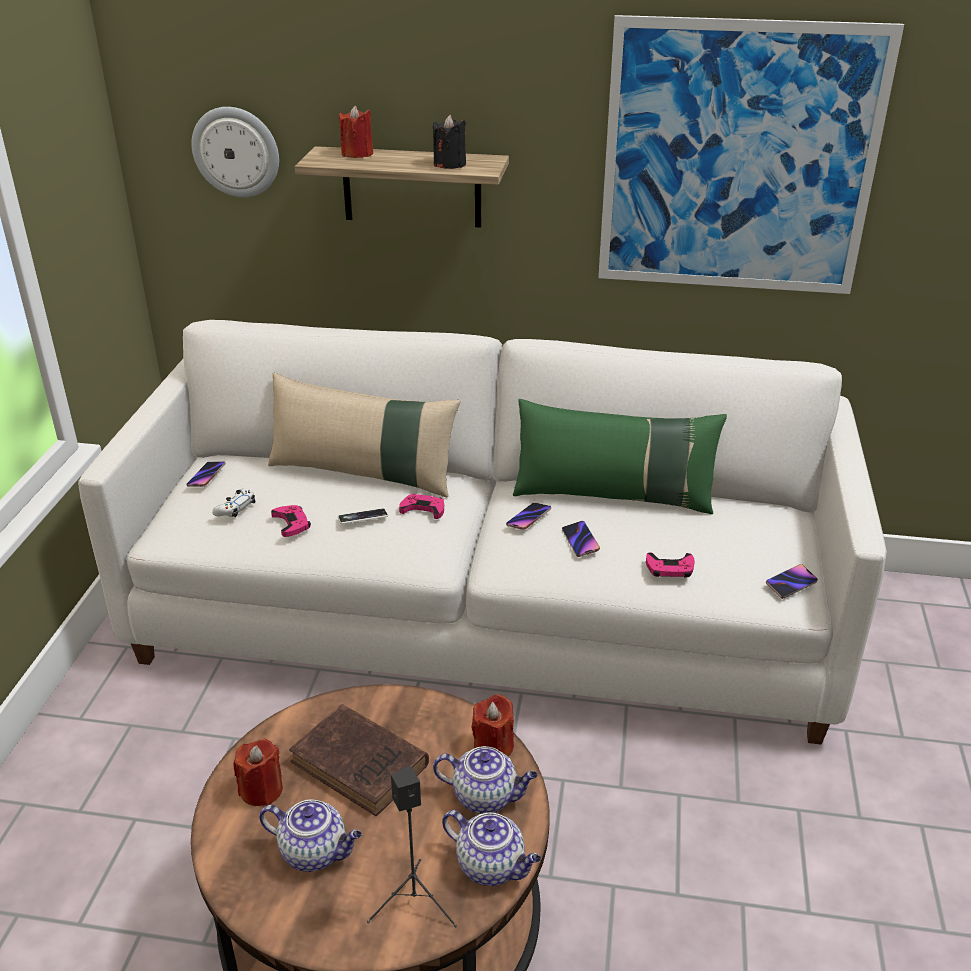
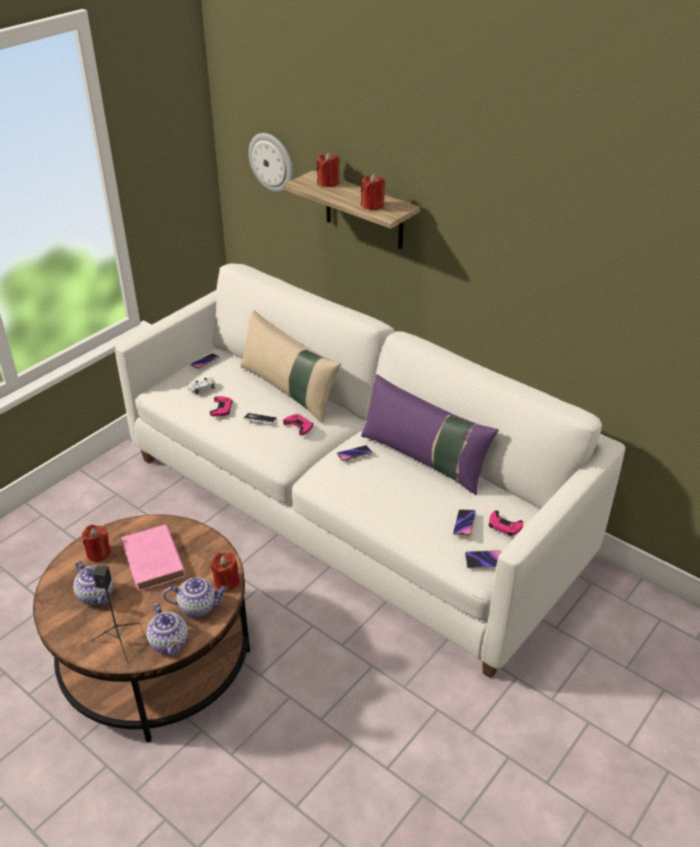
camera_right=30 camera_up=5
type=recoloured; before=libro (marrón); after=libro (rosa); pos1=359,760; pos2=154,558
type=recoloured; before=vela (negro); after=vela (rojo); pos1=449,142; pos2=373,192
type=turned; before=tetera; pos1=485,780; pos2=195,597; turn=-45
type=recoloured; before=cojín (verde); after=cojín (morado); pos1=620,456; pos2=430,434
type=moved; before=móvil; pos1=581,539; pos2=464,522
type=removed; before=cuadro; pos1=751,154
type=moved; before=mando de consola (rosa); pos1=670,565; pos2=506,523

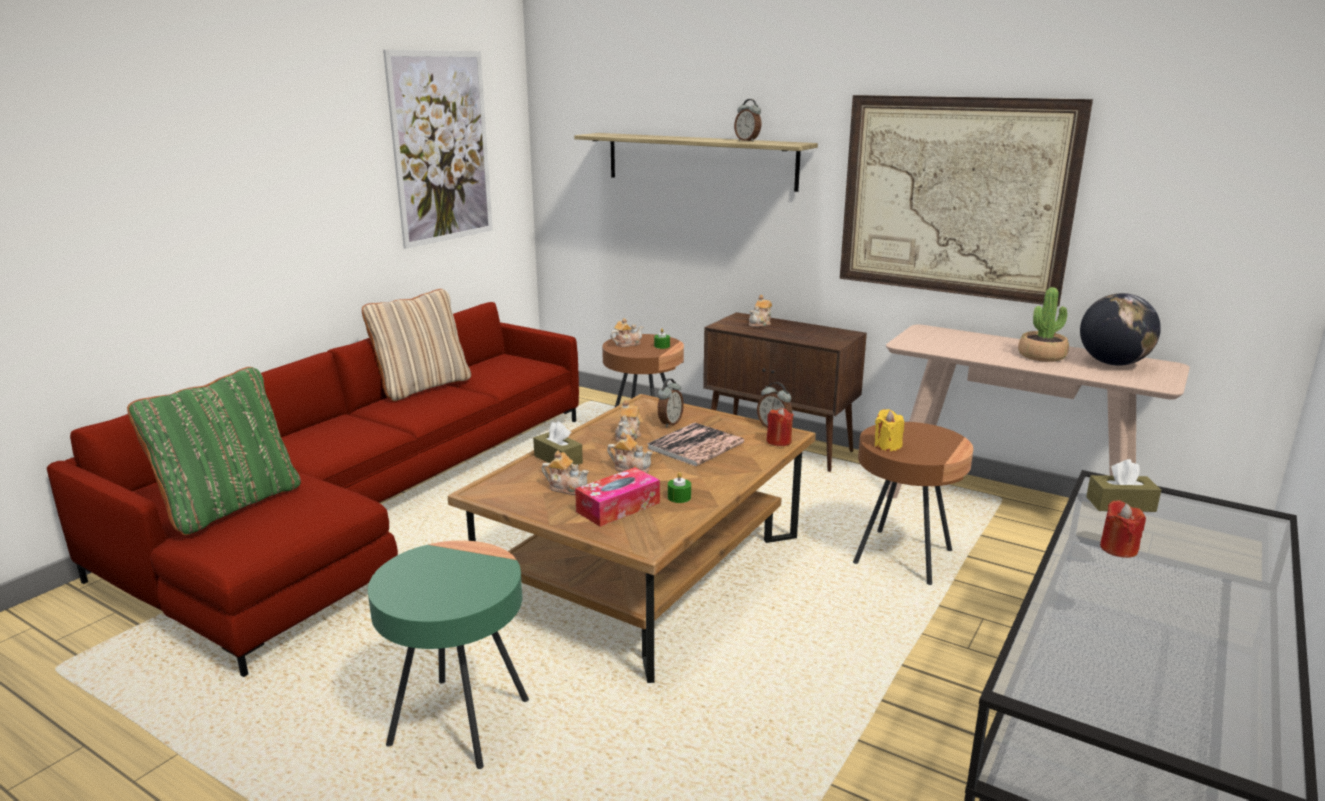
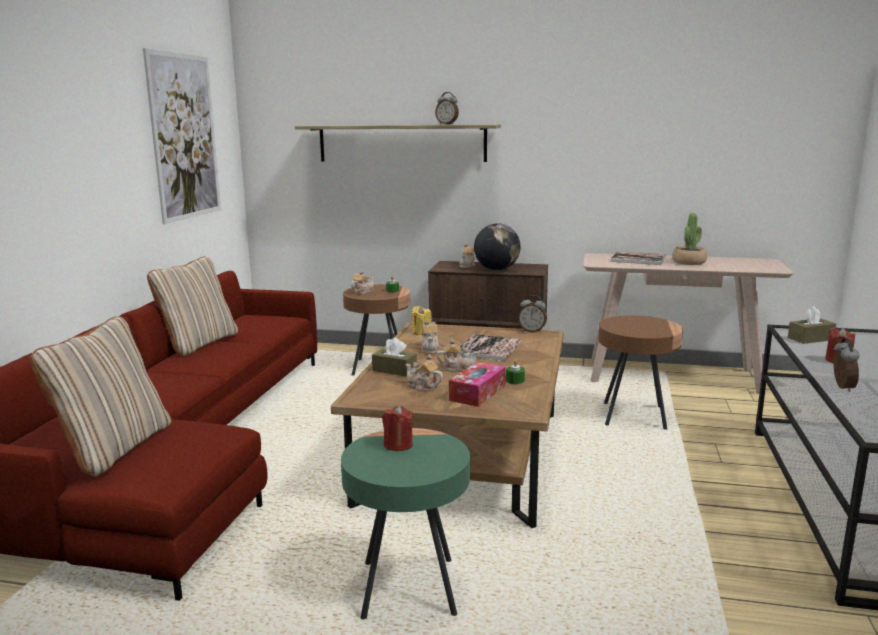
camera_right=-20 camera_up=-5
type=recoloured; before=cojín (verde); after=cojín (beis); pos1=214,451; pos2=100,397
type=turned; before=tetera; pos1=565,472; pos2=424,372; turn=-150
type=moved; before=despertador; pos1=670,403; pos2=847,365
type=moved; before=vela (rojo); pos1=780,427; pos2=397,428
type=removed; before=cuadro; pos1=966,201
type=moved; before=vela (amarillo); pos1=889,430; pos2=421,320
type=moved; before=globo terráqueo; pos1=1120,329; pos2=497,246
type=added; after=libro; pos2=638,258

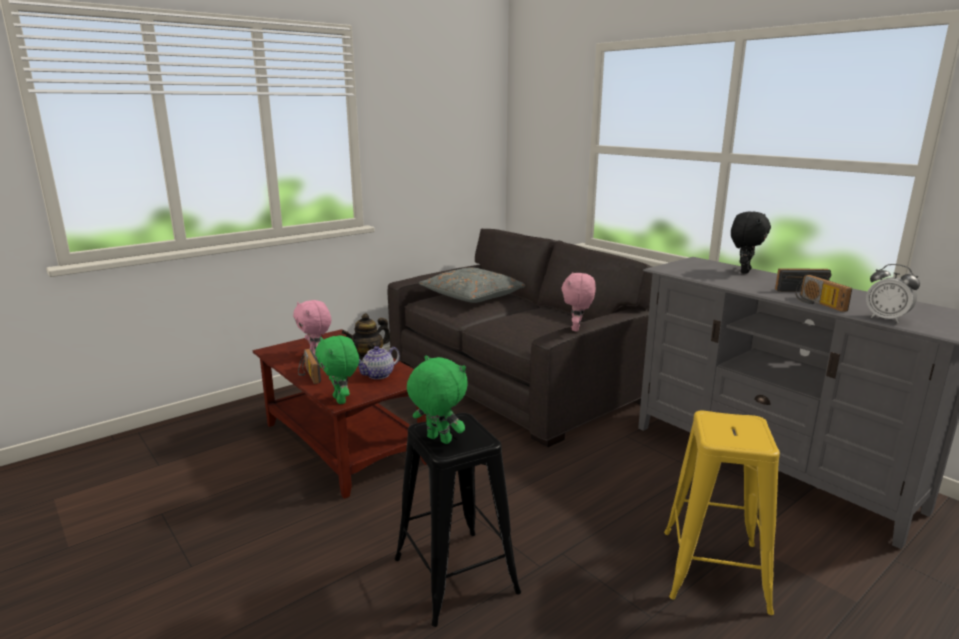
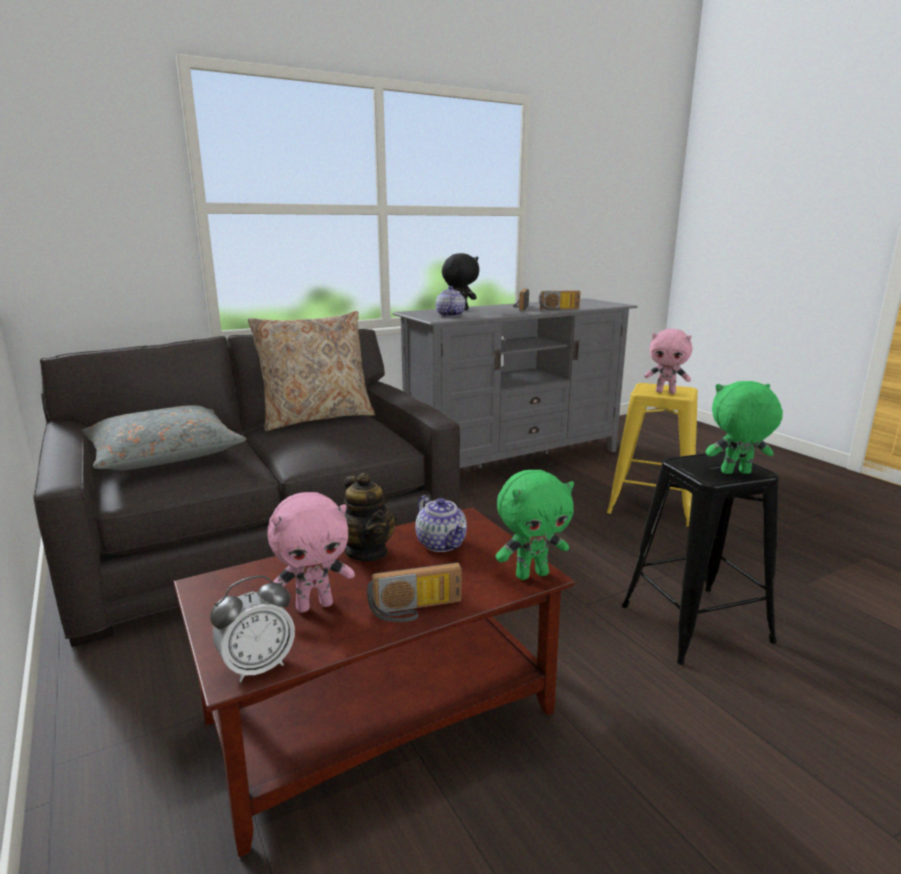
camera_right=-80 camera_up=0
type=turned; before=peluche (verde); pos1=437,399; pos2=744,427; turn=45
type=moved; before=peluche (rosa); pos1=578,301; pos2=668,361
type=moved; before=despertador; pos1=893,293; pos2=252,629
type=added; after=cojín (beis); pos2=311,371
type=added; after=tetera; pos2=450,301

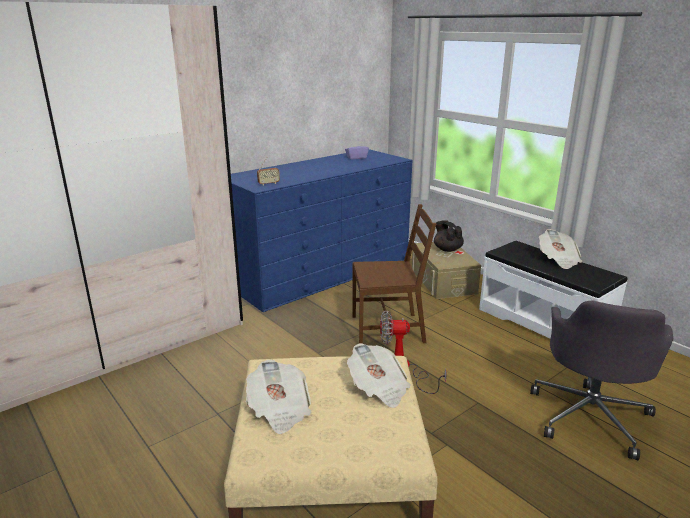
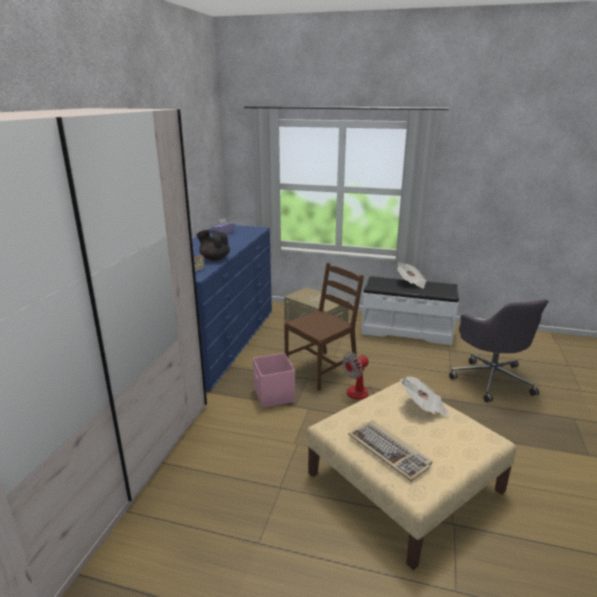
camera_right=-35 camera_up=0
type=replaced; before=periódico; after=teclado; pos1=279,396; pos2=390,451
type=moved; before=tetera (negro); pos1=449,236; pos2=213,245
type=added; after=caja de almacenaje (rosa); pos2=274,380

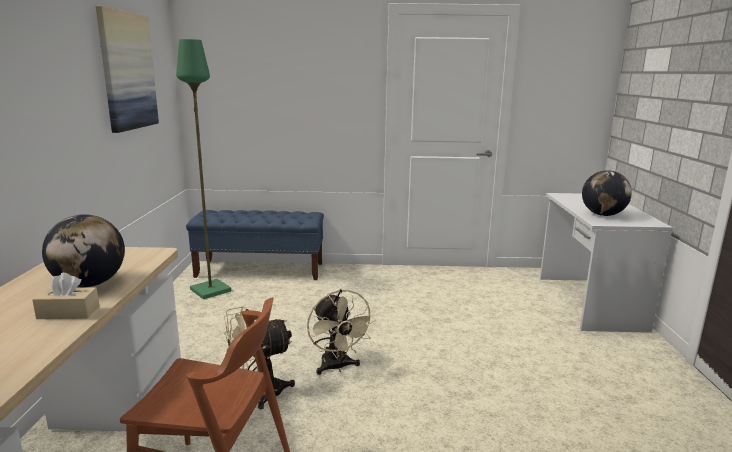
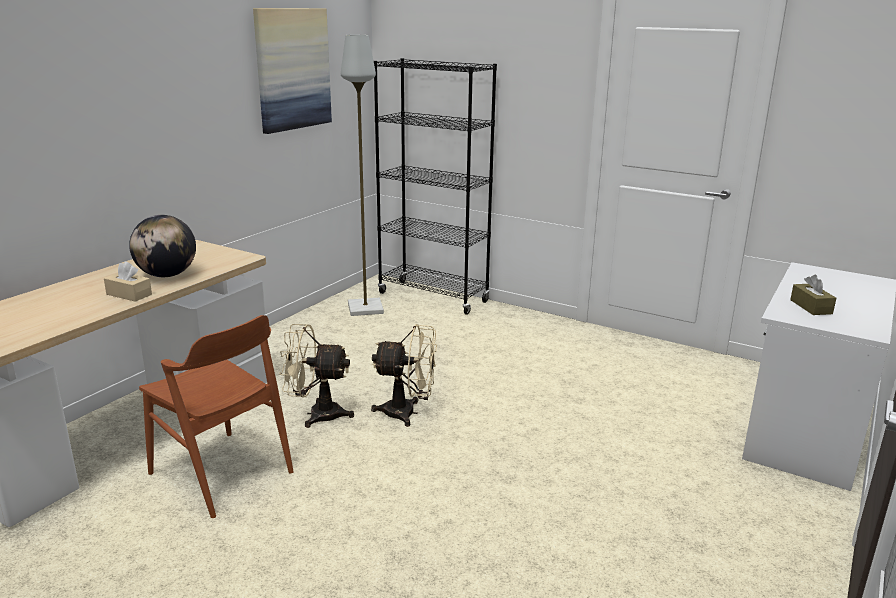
camera_right=30 camera_up=5
type=recoloured; before=lámpara de pie (verde); after=lámpara de pie (gris); pos1=203,169; pos2=362,175
type=replaced; before=banco (azul); after=estantería (negro); pos1=255,245; pos2=435,186
type=turned; before=ventilador (beis); pos1=341,332; pos2=404,375; turn=-90
type=replaced; before=globo terráqueo; after=caja de pañuelos (marrón); pos1=607,193; pos2=813,295

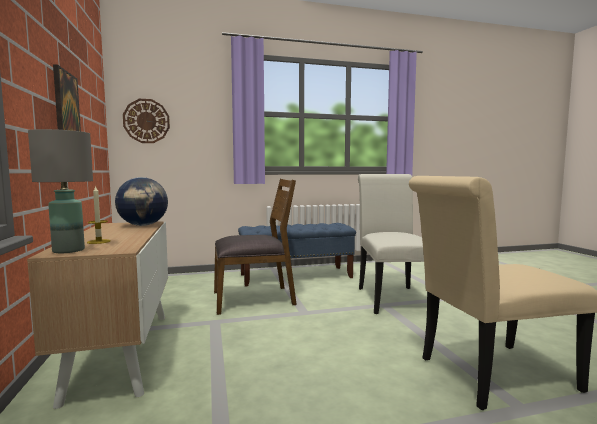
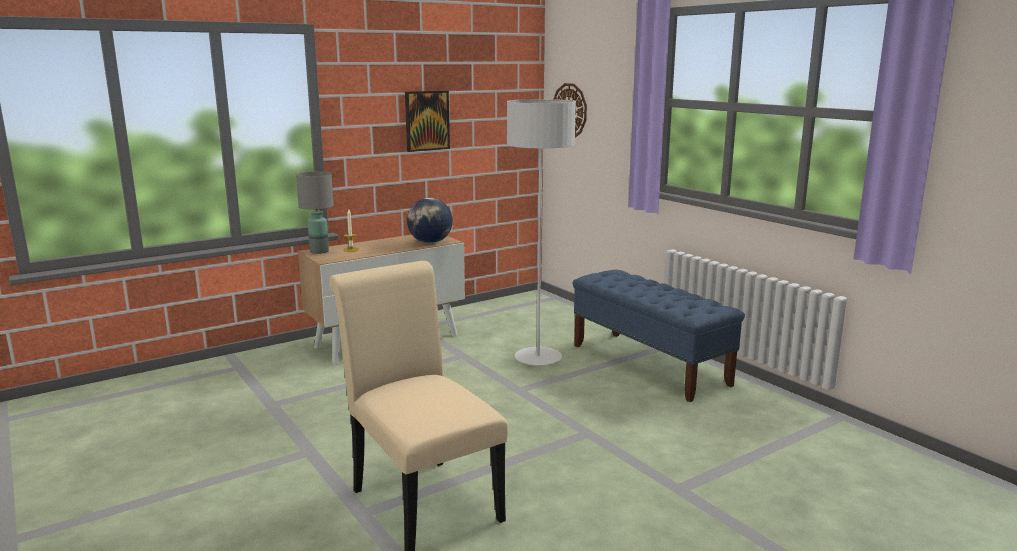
camera_right=70 camera_up=10
type=replaced; before=silla (marrón); after=lámpara de pie (gris); pos1=255,247; pos2=541,232
type=removed; before=silla (blanco); pos1=391,244

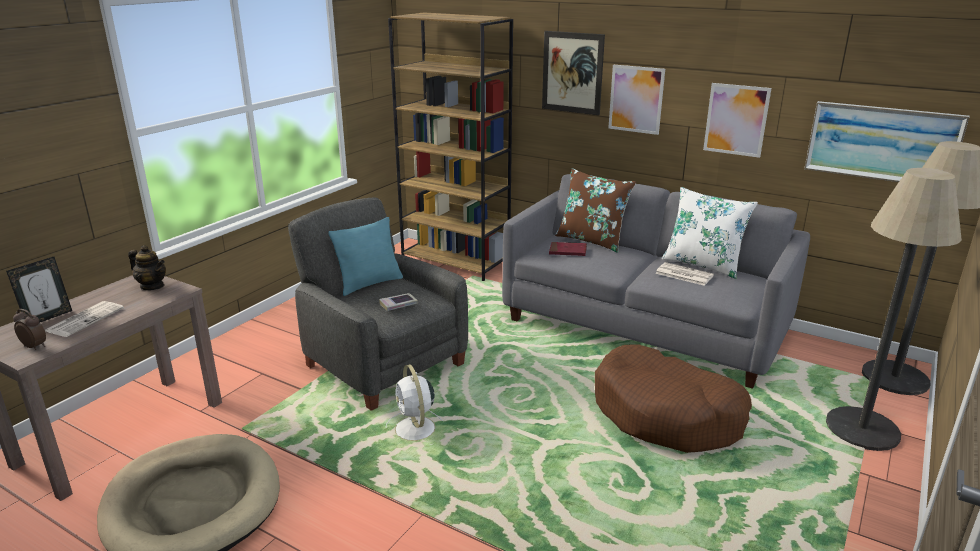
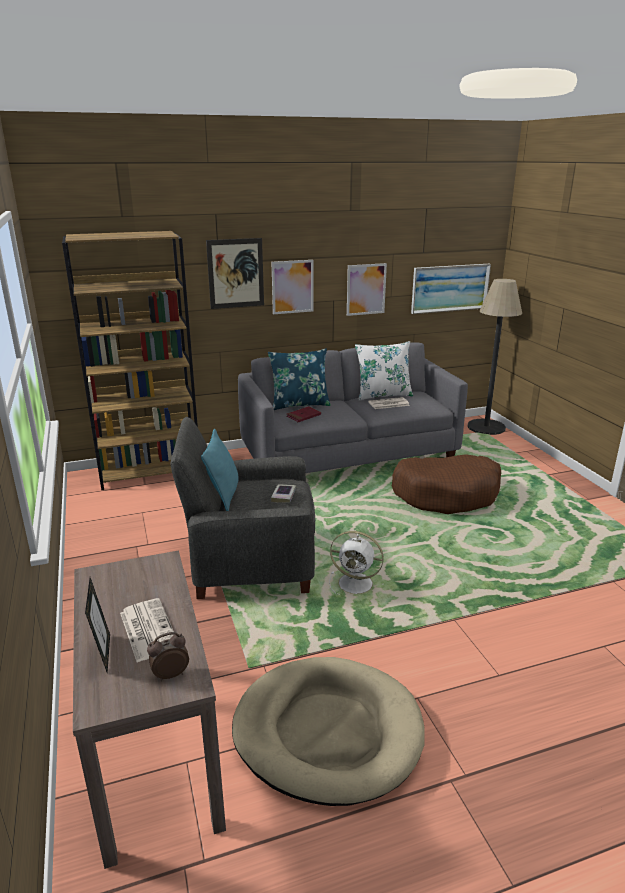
camera_right=-50 camera_up=0
type=removed; before=tetera; pos1=147,267
type=recoloured; before=cojín (marrón); after=cojín (azul); pos1=595,210; pos2=299,379
type=removed; before=lámpara de pie; pos1=894,309

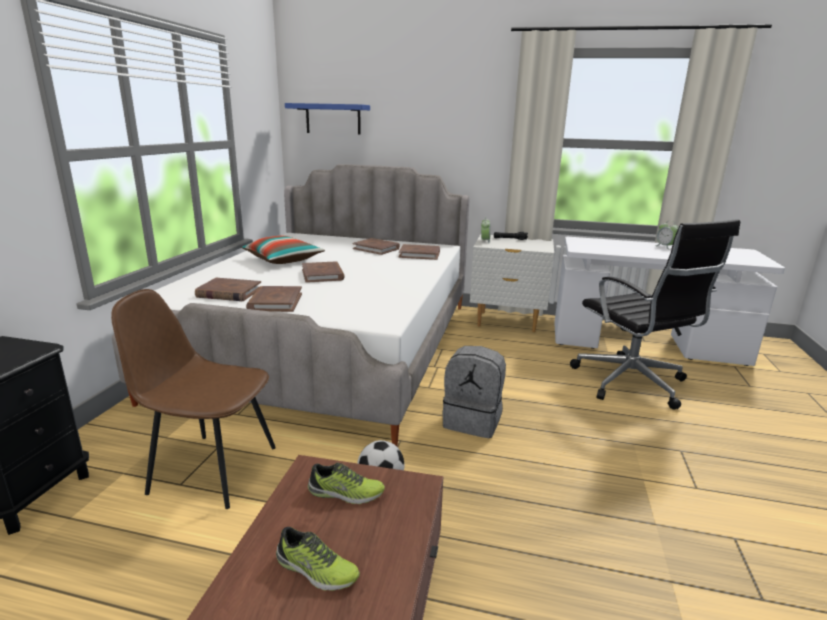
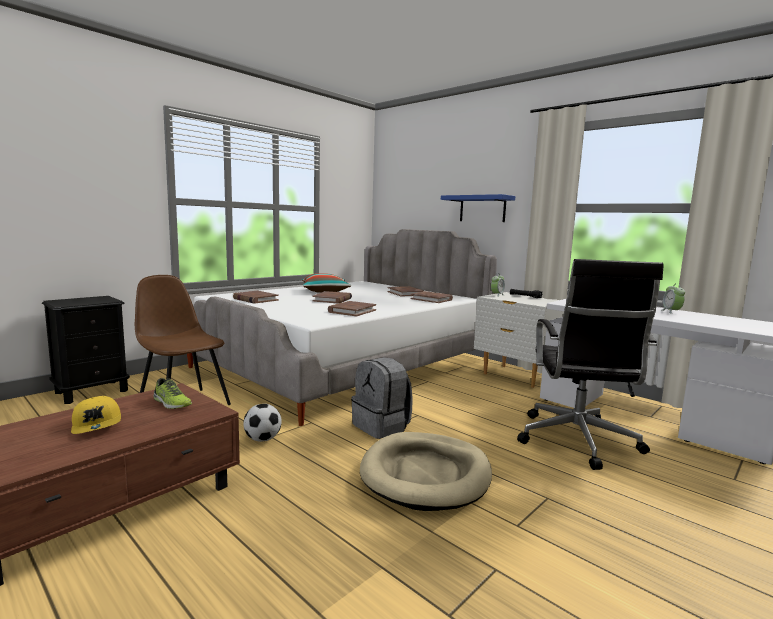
camera_right=30 camera_up=-10
type=moved; before=libro (marrón); pos1=274,299; pos2=352,308
type=replaced; before=zapato; after=gorra (amarillo); pos1=318,559; pos2=96,415
type=moved; before=estante (azul); pos1=327,119; pos2=478,208
type=added; after=cama para perro (beis); pos2=426,471

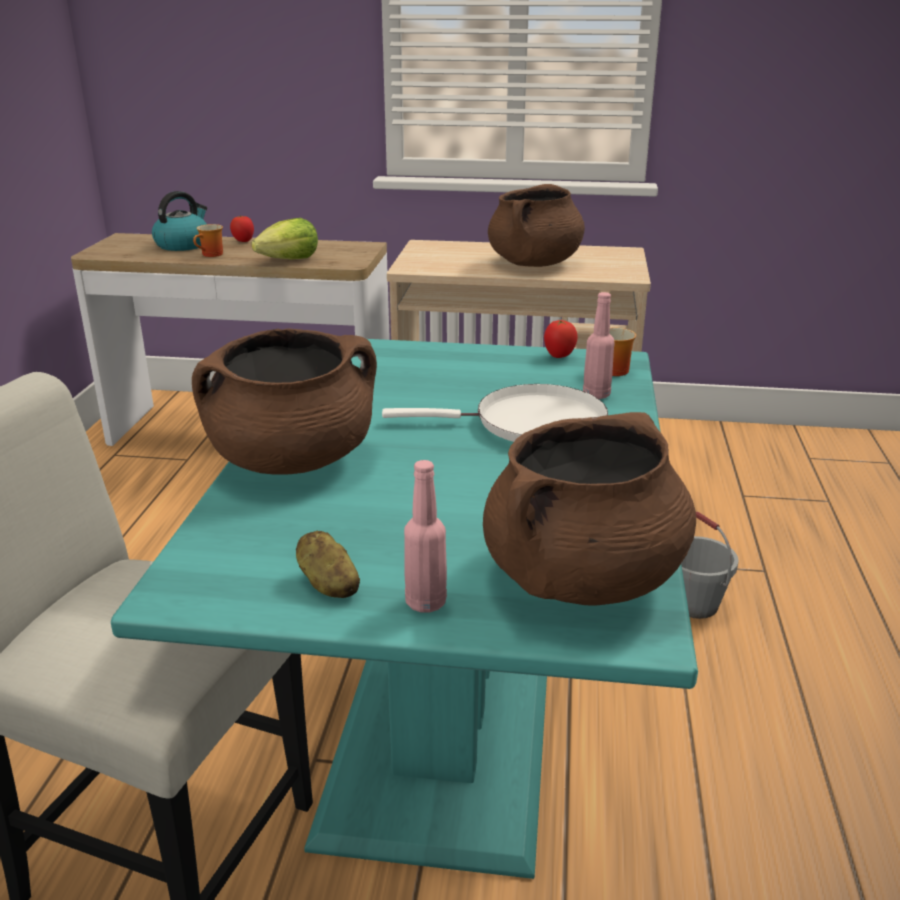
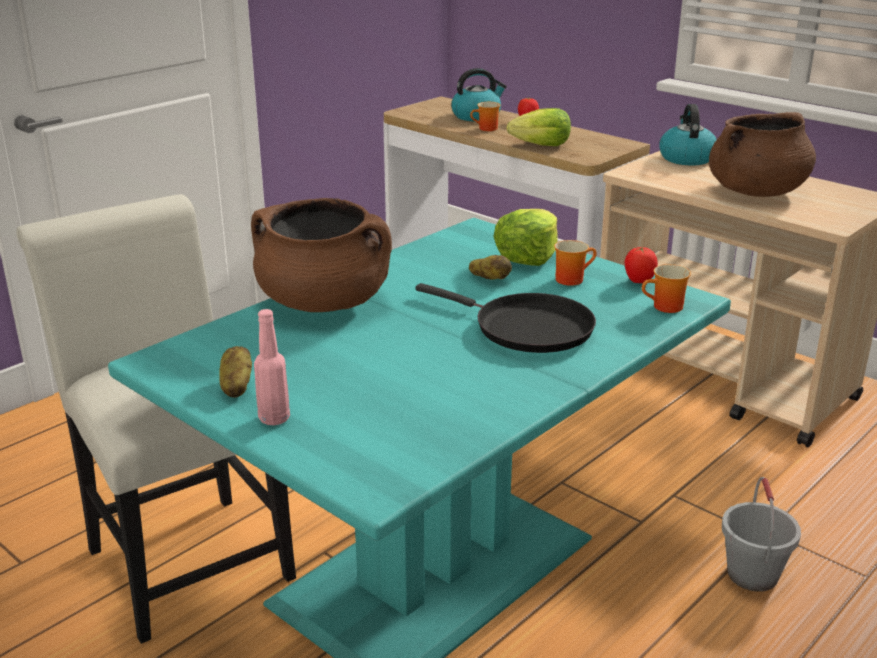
camera_right=35 camera_up=0
type=recoloured; before=sartén (blanco); after=sartén (negro); pos1=495,413; pos2=506,318
type=removed; before=olla (marrón); pos1=589,508
type=removed; before=botella (rosa); pos1=598,345
type=added; after=patata; pos2=490,267
type=added; after=lechuga; pos2=525,237
type=added; after=taza grande; pos2=575,263
type=added; after=hervidor; pos2=688,134

